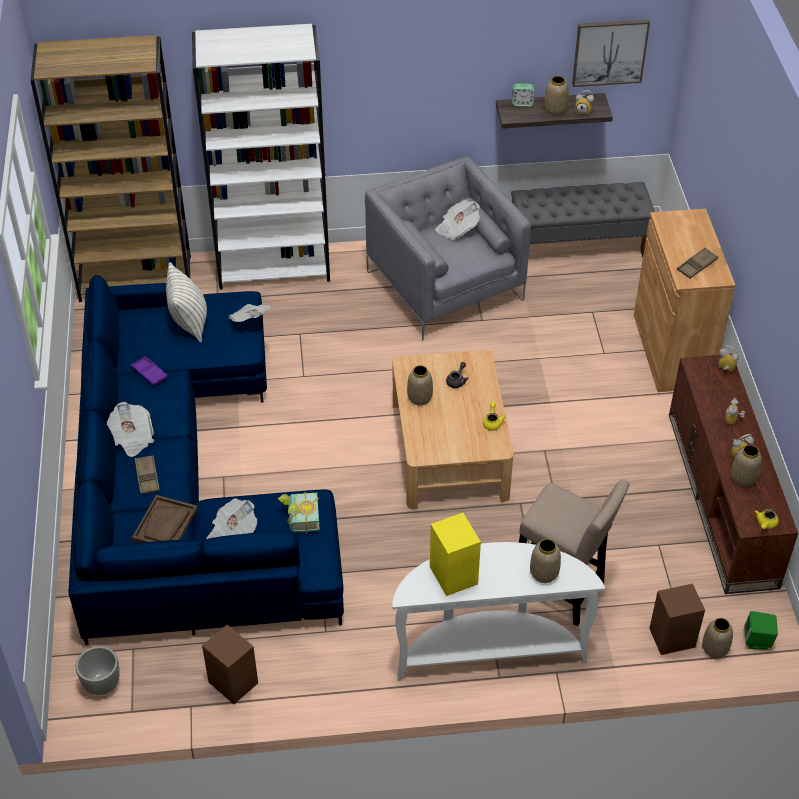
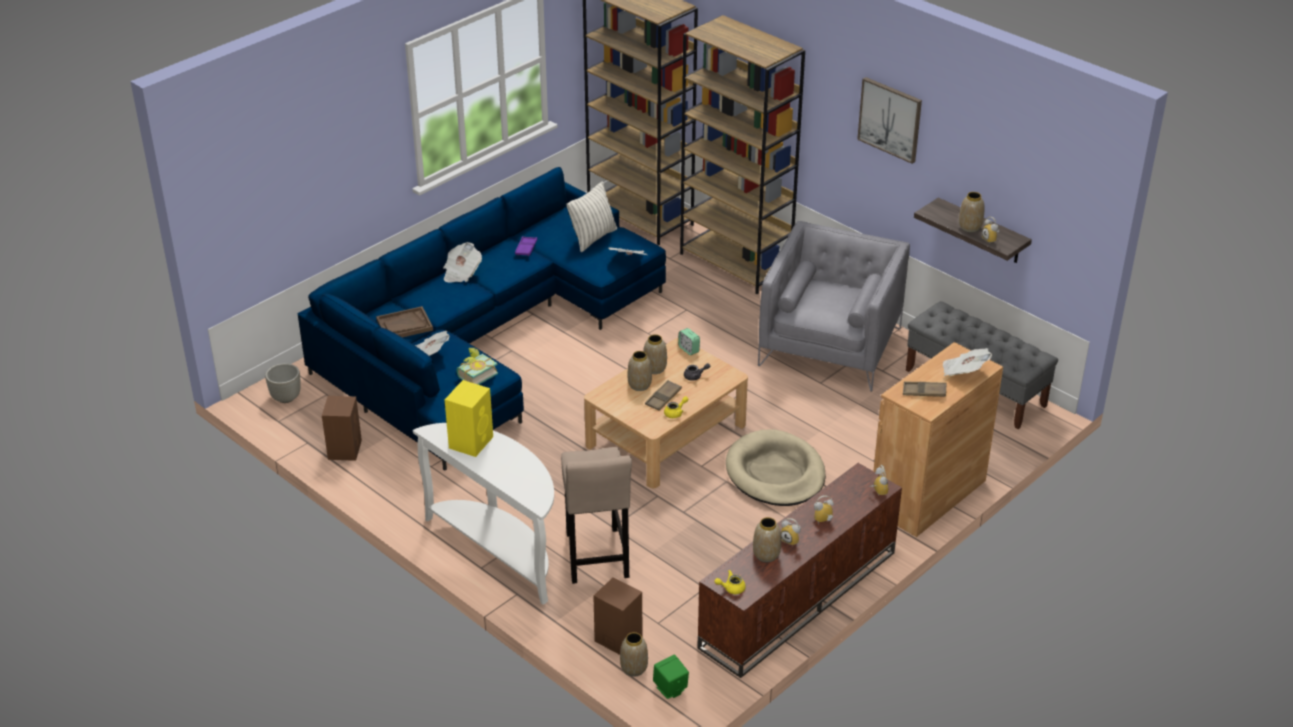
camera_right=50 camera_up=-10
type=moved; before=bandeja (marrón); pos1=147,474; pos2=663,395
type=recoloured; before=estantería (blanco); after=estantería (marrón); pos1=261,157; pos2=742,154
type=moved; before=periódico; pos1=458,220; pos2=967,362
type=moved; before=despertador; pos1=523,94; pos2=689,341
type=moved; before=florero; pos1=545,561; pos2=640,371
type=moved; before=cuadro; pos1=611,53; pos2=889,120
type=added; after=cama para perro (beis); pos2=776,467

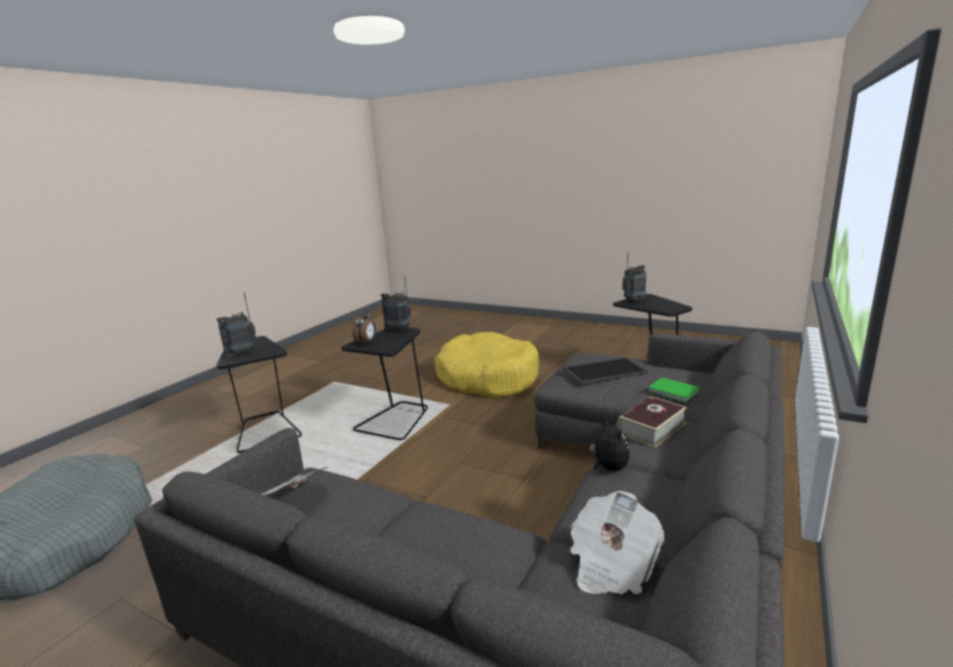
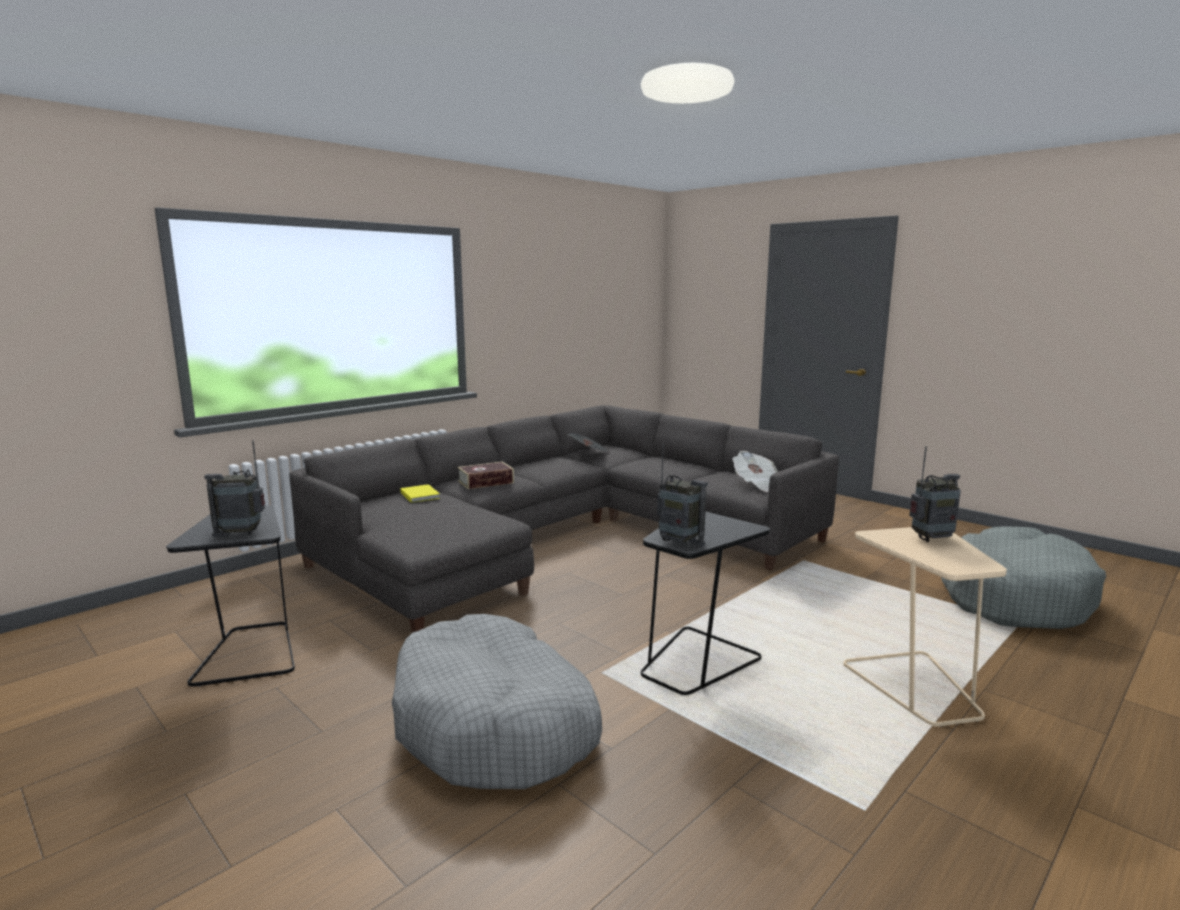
camera_right=-165 camera_up=-5
type=recoloured; before=mesa auxiliar (negro); after=mesa auxiliar (beis); pos1=259,394; pos2=925,627
type=removed; before=despertador; pos1=364,326
type=recoloured; before=cama para perro (amarillo); after=cama para perro (gris); pos1=487,365; pos2=497,701
type=removed; before=bandeja; pos1=605,370
type=removed; before=peluche; pos1=610,444
type=recoloured; before=libro (verde); after=libro (amarillo); pos1=674,390; pos2=420,493

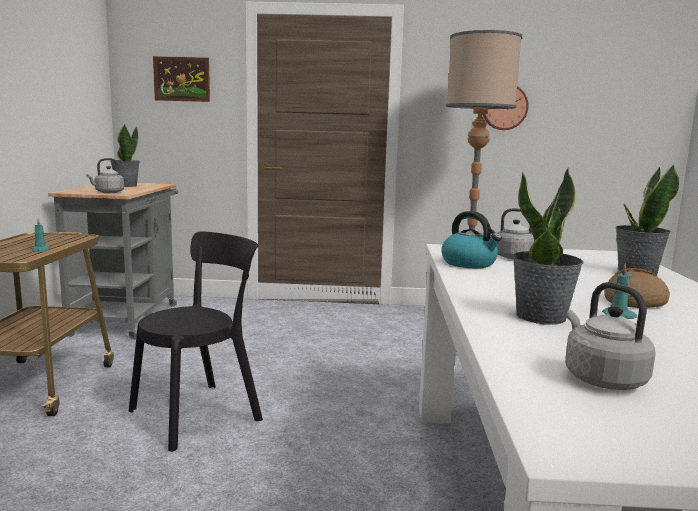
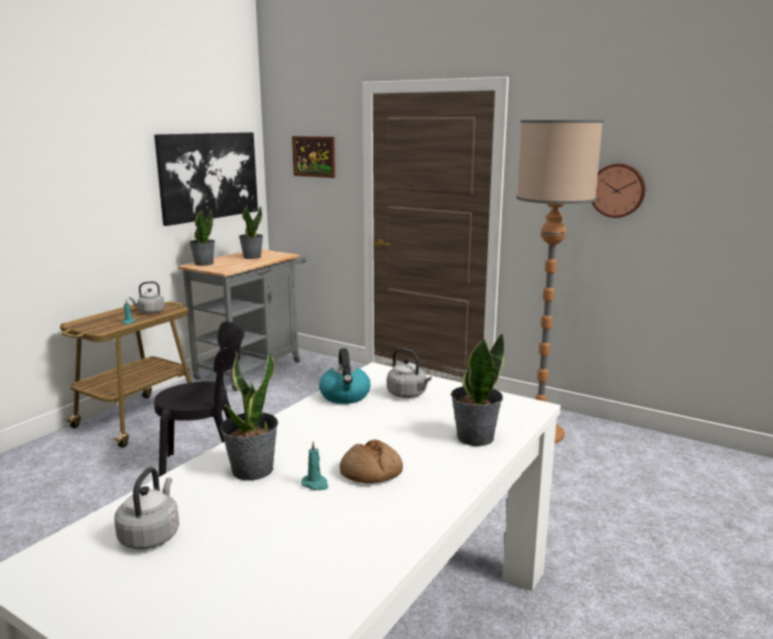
camera_right=30 camera_up=5
type=moved; before=hervidor (gris); pos1=105,175; pos2=147,297
type=added; after=cuadro; pos2=206,179
type=added; after=planta en maceta; pos2=202,238

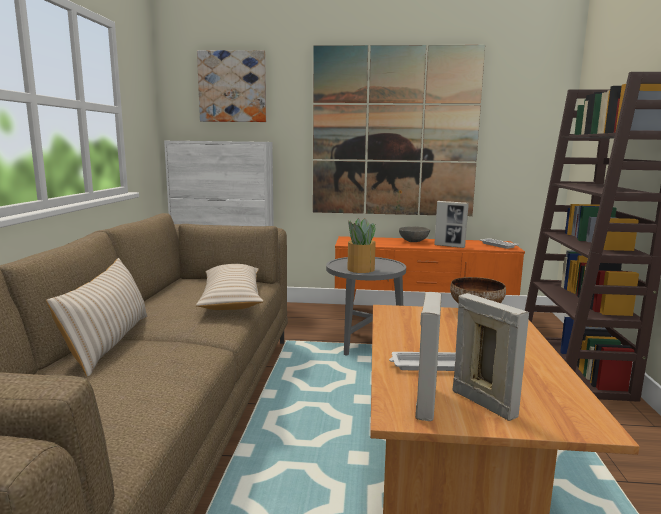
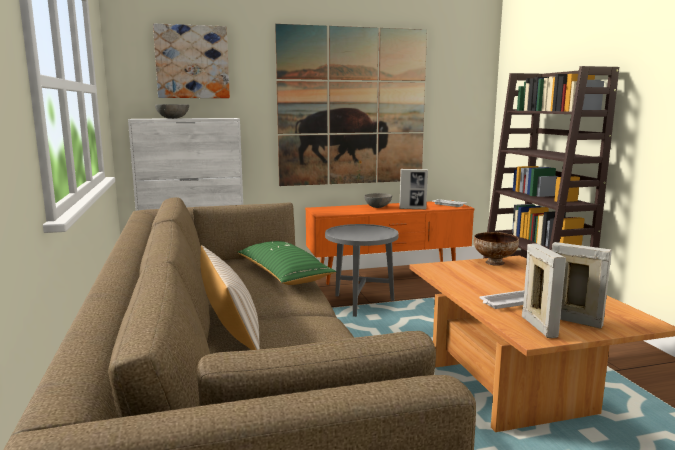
camera_right=-20 camera_up=0
type=recoloured; before=cojín (beis); after=cojín (verde); pos1=229,287; pos2=286,263
type=removed; before=planta en maceta; pos1=362,245
type=added; after=cuenco (gris); pos2=172,111

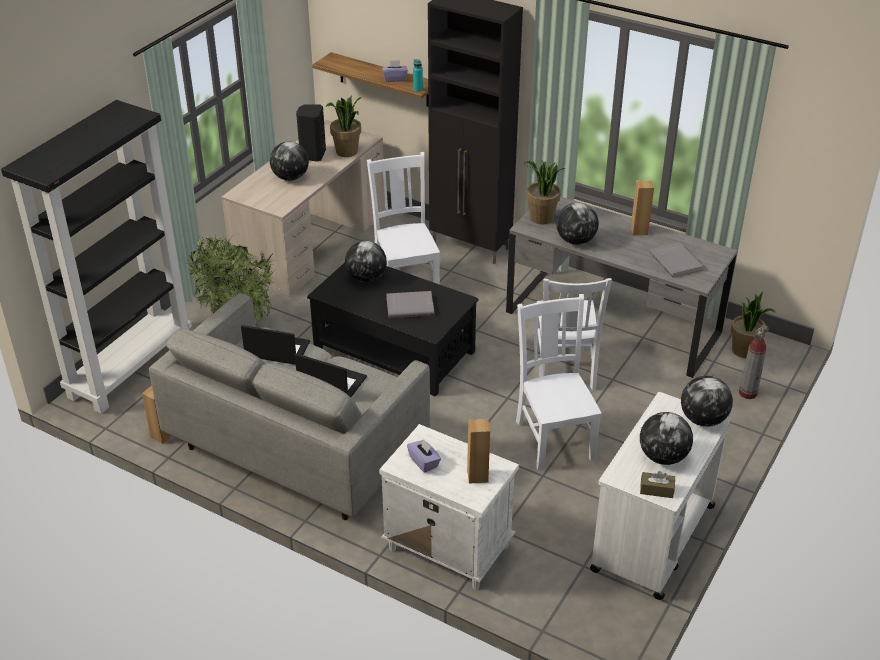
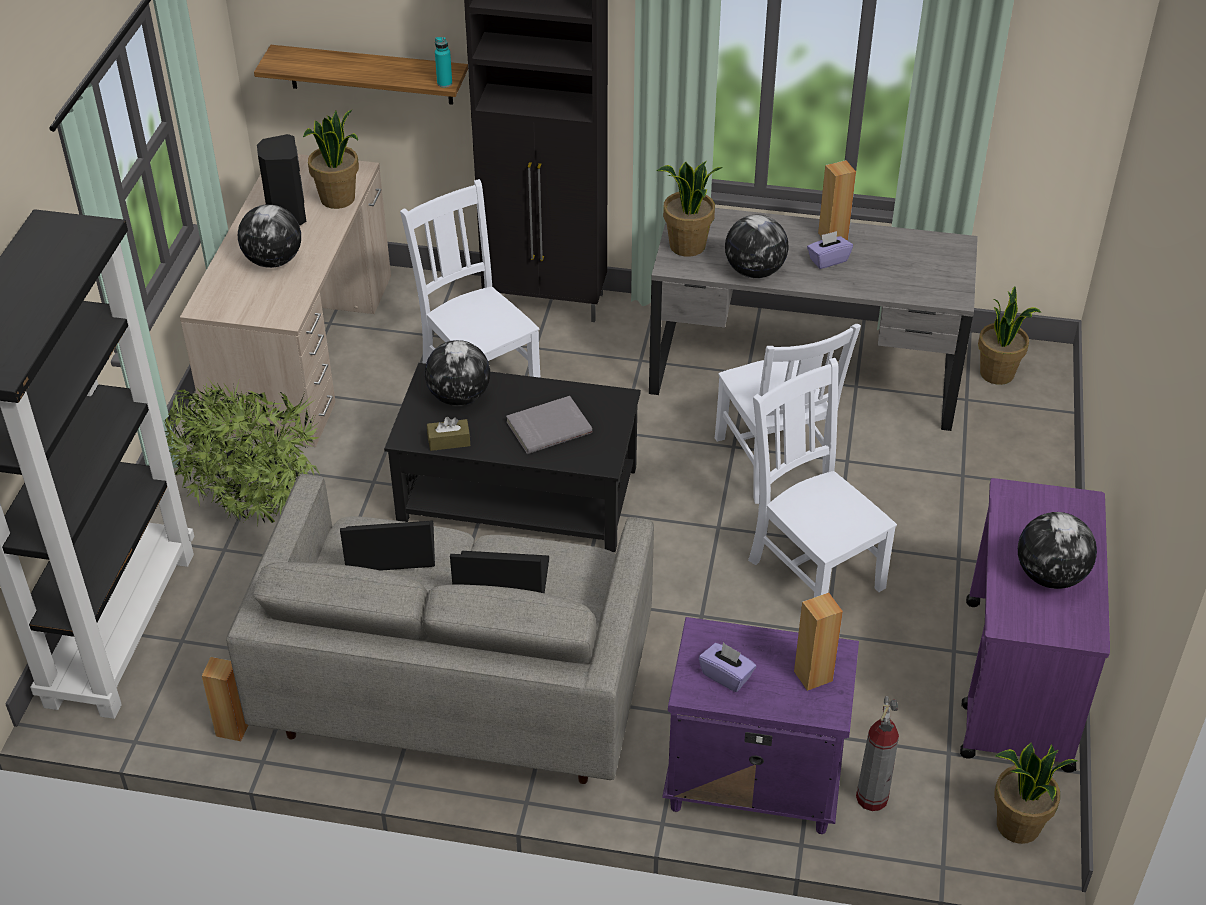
camera_right=-20 camera_up=5
type=recoloured; before=mesita de noche (blanco); after=mesita de noche (morado); pos1=449,507; pos2=760,725
type=moved; before=caja de pañuelos (morado); pos1=395,71; pos2=830,250
type=recoloured; before=carrito (blanco); after=carrito (morado); pos1=660,496; pos2=1035,625
type=moved; before=caja de pañuelos (marrón); pos1=657,484; pos2=448,434
type=removed; before=libro (gris); pos1=676,260
type=removed; before=globo terráqueo; pos1=707,401
type=moved; before=extintor; pos1=753,362; pos2=877,753
type=added; after=planta en maceta; pos2=1036,793

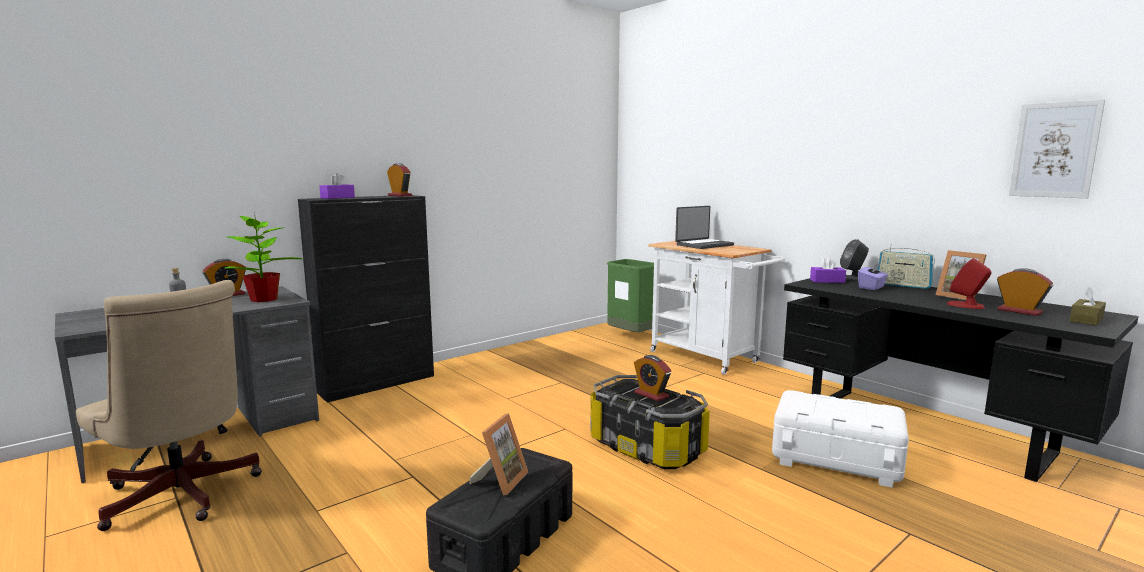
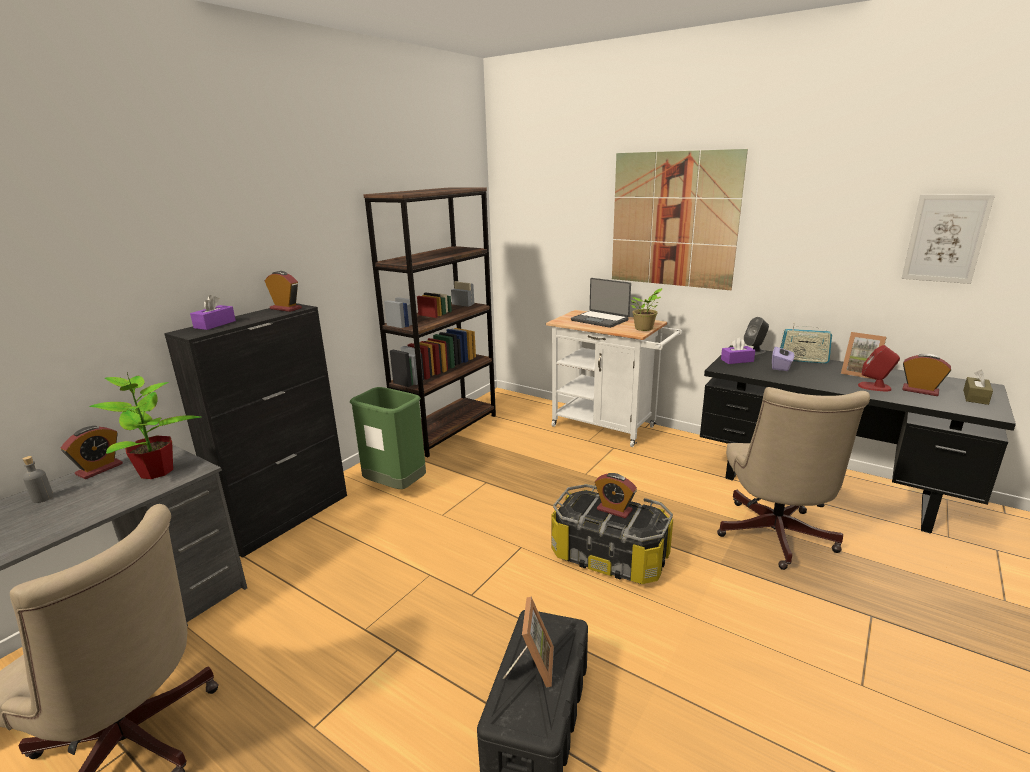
camera_right=-15 camera_up=10
type=moved; before=papelera (verde); pos1=630,295; pos2=388,438
type=turned; before=portátil; pos1=704,227; pos2=601,303; turn=90
type=replaced; before=caja de almacenaje (blanco); after=silla de oficina (beis); pos1=840,439; pos2=793,478
type=added; after=estantería (marrón); pos2=429,322
type=added; after=cuadro; pos2=680,219
type=added; after=planta en maceta; pos2=646,309

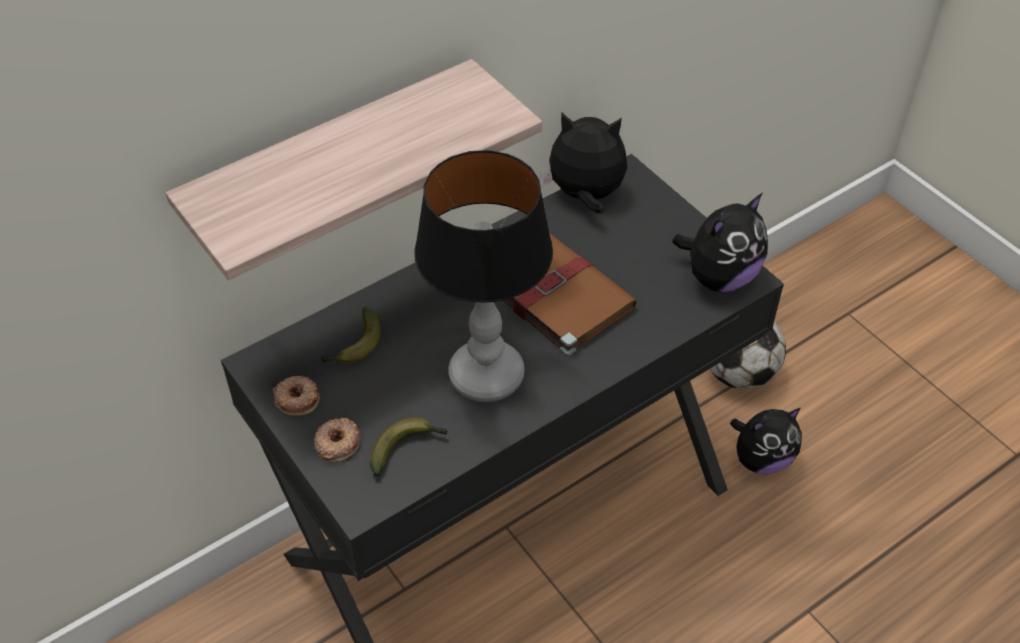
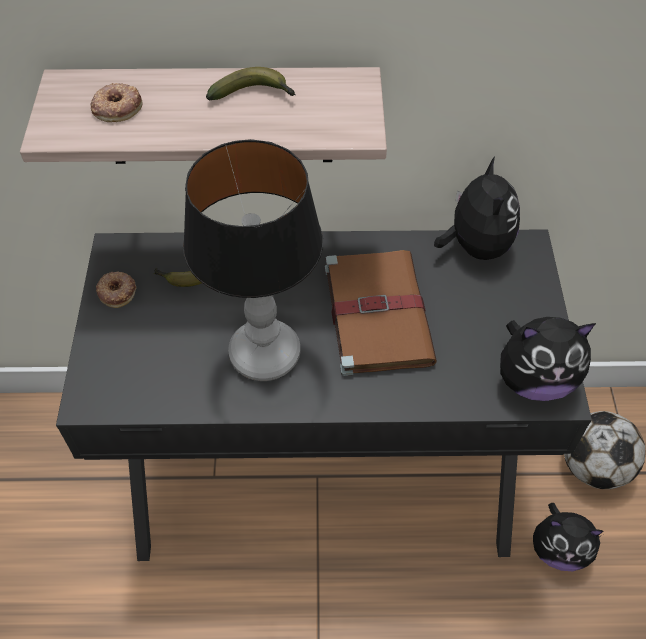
camera_right=35 camera_up=5
type=moved; before=rosquilla; pos1=337,440; pos2=116,102
type=moved; before=plátano; pos1=409,447; pos2=250,83
type=turned; before=peluche; pos1=583,163; pos2=477,208; turn=45

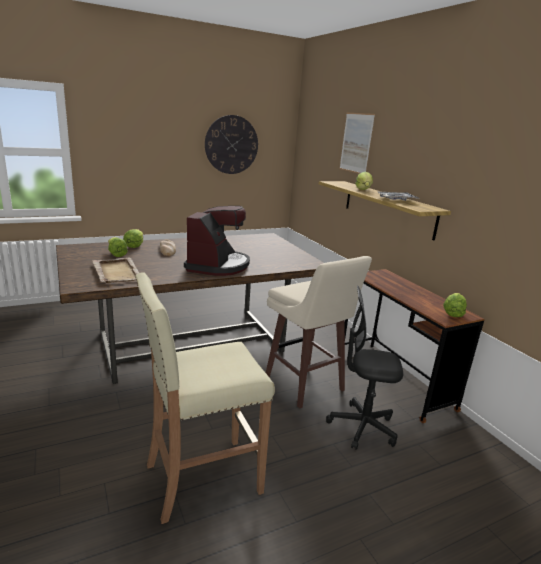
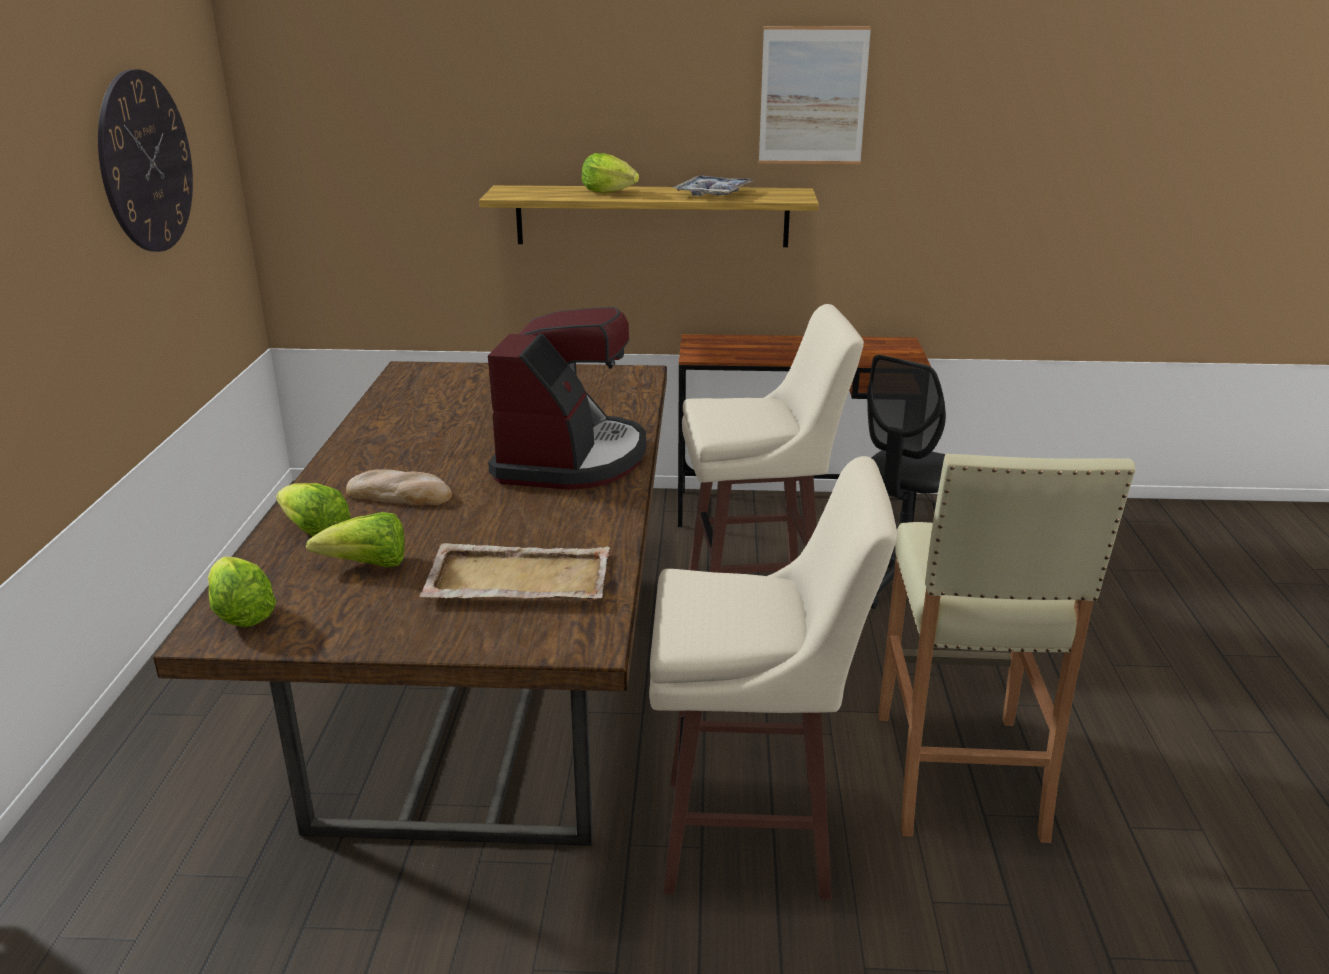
camera_right=-60 camera_up=5
type=turned; before=cafetera; pos1=217,241; pos2=567,398; turn=60
type=moved; before=cuadro; pos1=357,143; pos2=815,95
type=moved; before=lechuga; pos1=455,305; pos2=242,592
type=added; after=taburete (beis); pos2=773,678

